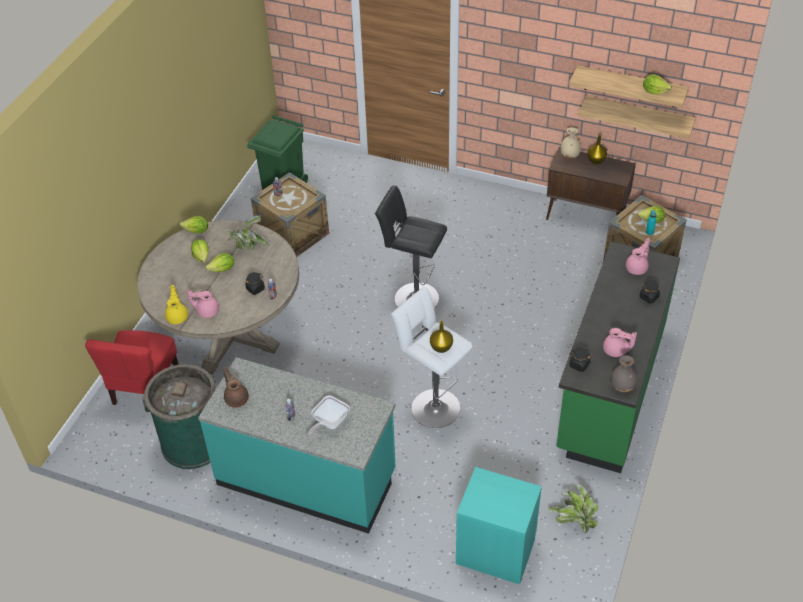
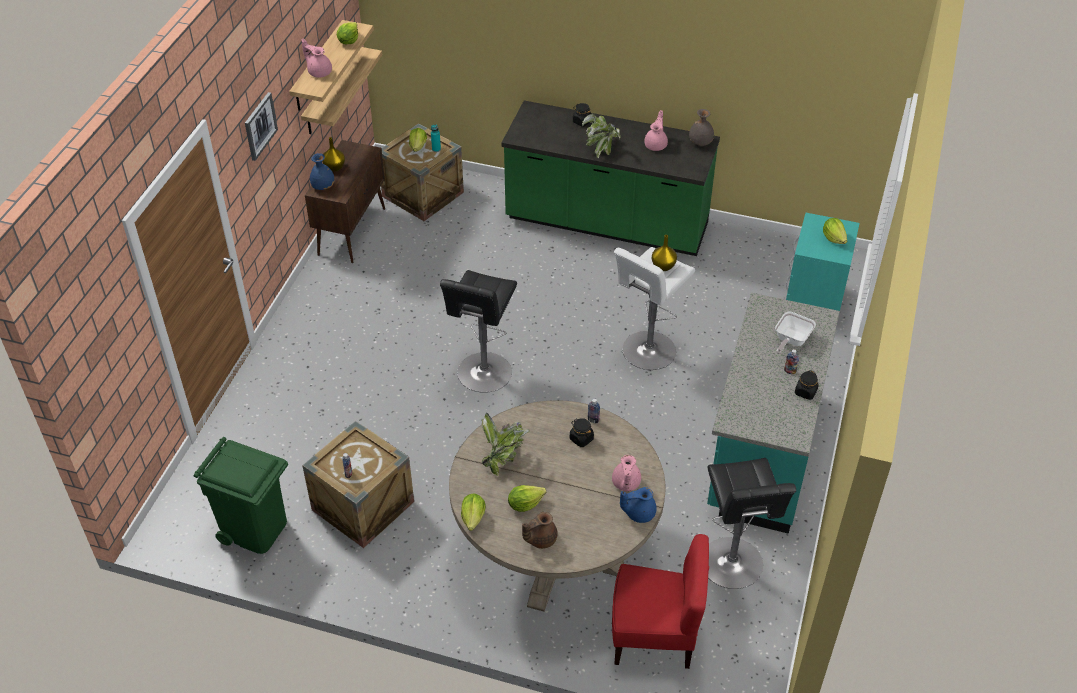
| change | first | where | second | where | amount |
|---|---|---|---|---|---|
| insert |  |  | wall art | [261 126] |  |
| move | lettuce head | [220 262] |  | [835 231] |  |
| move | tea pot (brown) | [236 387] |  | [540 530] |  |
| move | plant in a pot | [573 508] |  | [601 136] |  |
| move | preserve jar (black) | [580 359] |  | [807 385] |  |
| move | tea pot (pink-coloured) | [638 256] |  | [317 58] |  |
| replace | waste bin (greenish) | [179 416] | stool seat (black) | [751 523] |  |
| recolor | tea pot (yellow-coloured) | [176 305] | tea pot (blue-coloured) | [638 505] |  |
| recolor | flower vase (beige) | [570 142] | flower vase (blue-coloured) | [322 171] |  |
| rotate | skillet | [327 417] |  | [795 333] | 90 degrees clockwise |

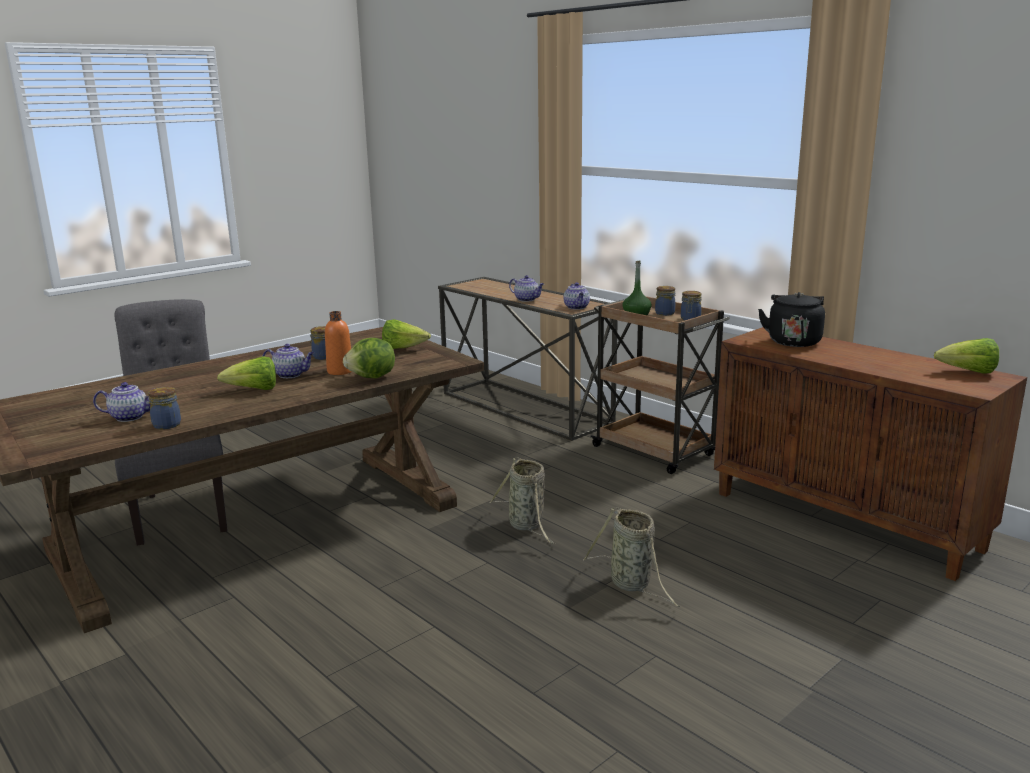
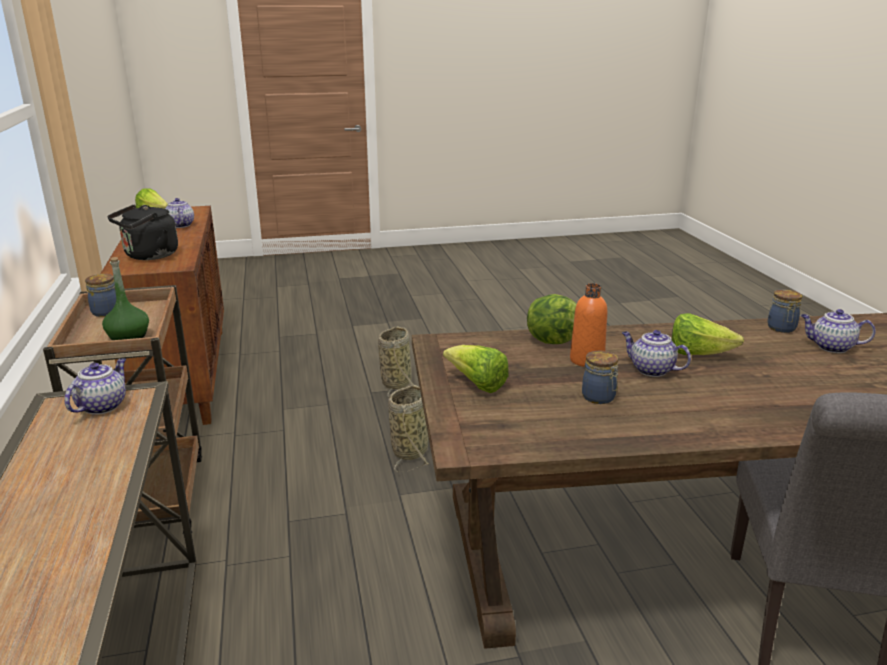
| change | first | where | second | where | amount |
|---|---|---|---|---|---|
| delete | preserve jar | [665 301] |  |  |  |
| move | tea pot | [526 288] |  | [179 213] |  |

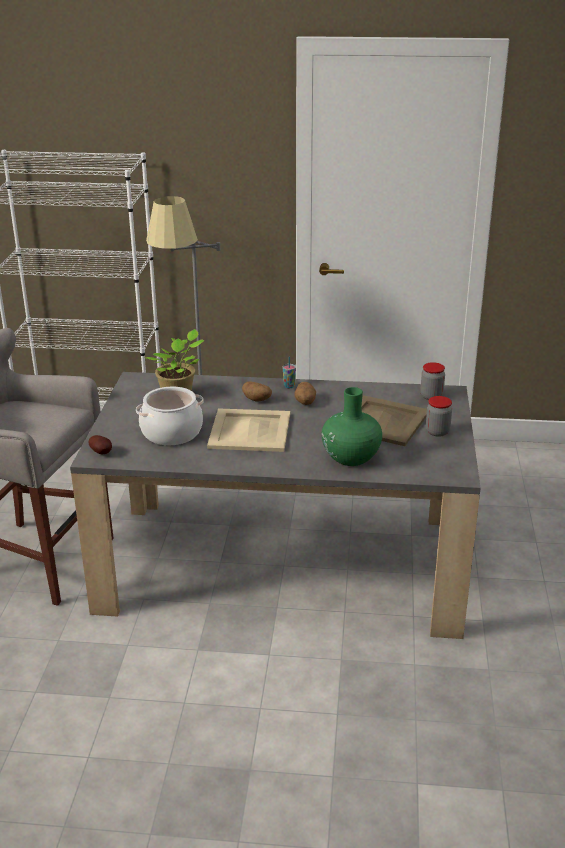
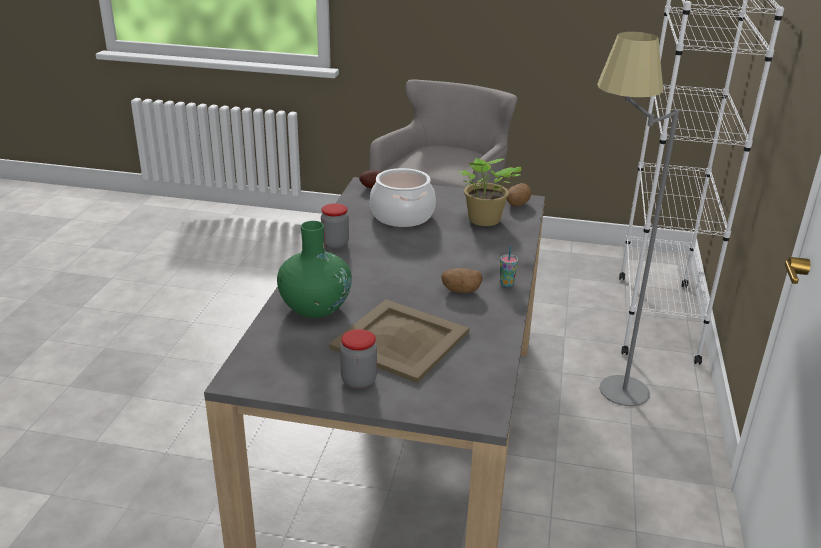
| change | first | where | second | where | amount |
|---|---|---|---|---|---|
| delete | tray (beige) | [248 430] |  |  |  |
| move | potato | [257 391] |  | [519 195] |  |
| move | preserve jar | [432 381] |  | [335 226] |  |

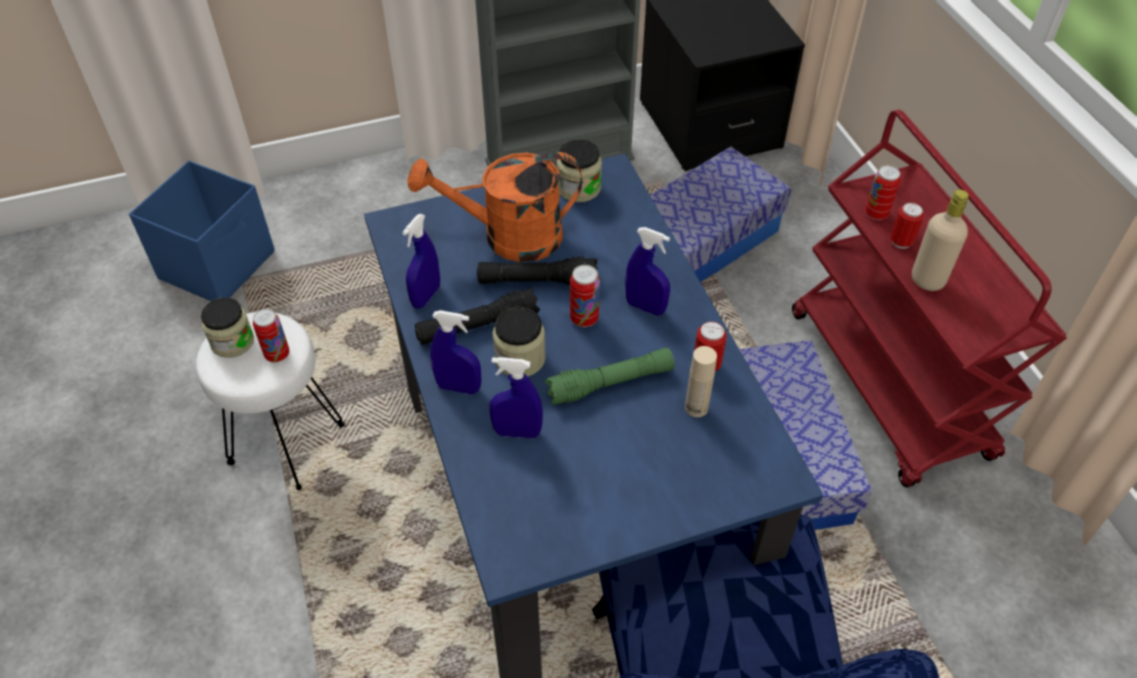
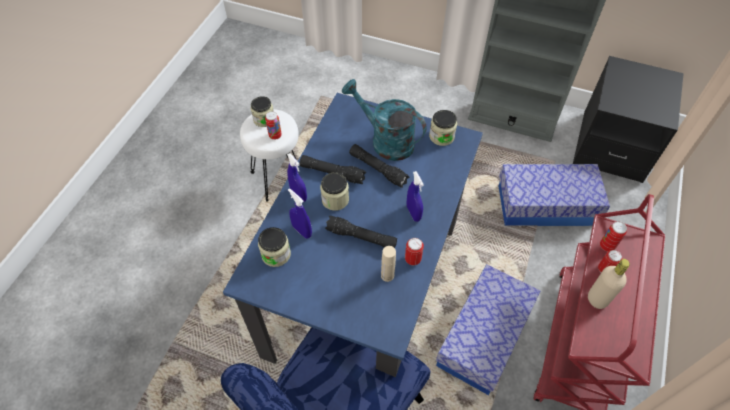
| change | first | where | second | where | amount |
|---|---|---|---|---|---|
| delete | storage box (blue-coloured) | [202 231] |  |  |  |
| delete | sprayer (blue-coloured) | [421 261] |  |  |  |
| delete | sealed can | [585 296] |  |  |  |
| insert |  |  | preserve jar | [274 247] |  |
| recolor | sprinkling can (orangey) | [494 207] | sprinkling can (blue-green) | [384 120] |  |
| recolor | flashlight (greenish) | [610 376] | flashlight (black) | [361 232] |  |

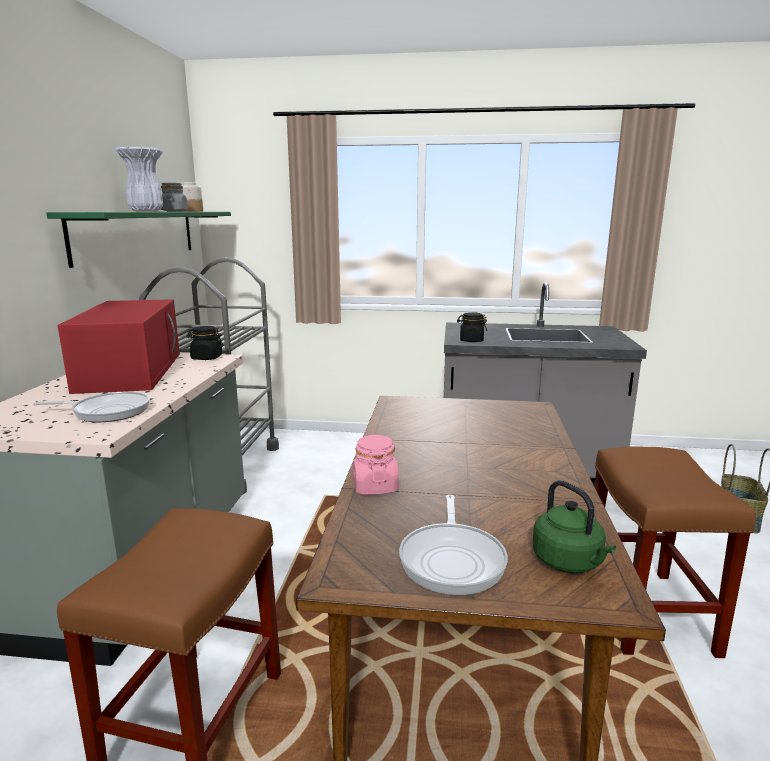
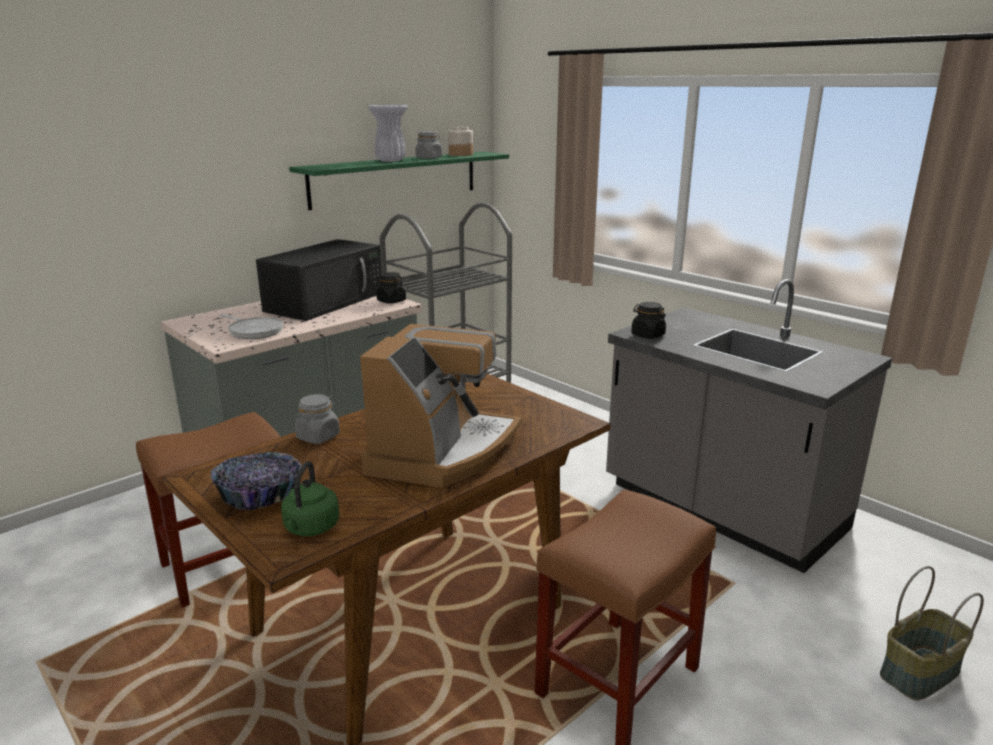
| change | first | where | second | where | amount |
|---|---|---|---|---|---|
| insert |  |  | coffee brewer | [441 406] |  |
| replace | skillet | [453 545] | bowl | [255 481] |  |
| recolor | microwave (red-coloured) | [119 346] | microwave (black) | [319 280] |  |
| recolor | preserve jar (pink-coloured) | [376 465] | preserve jar (greyish) | [317 419] |  |

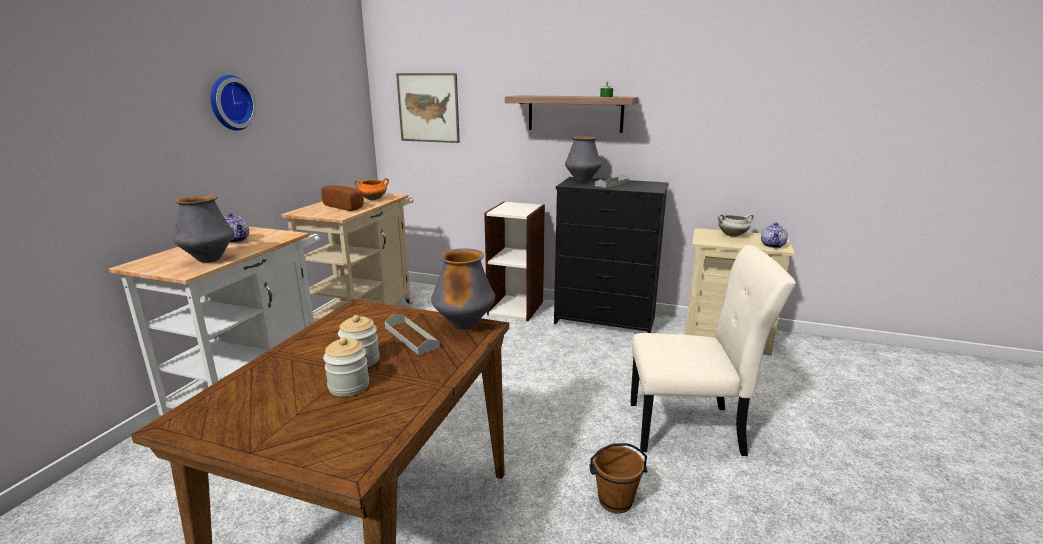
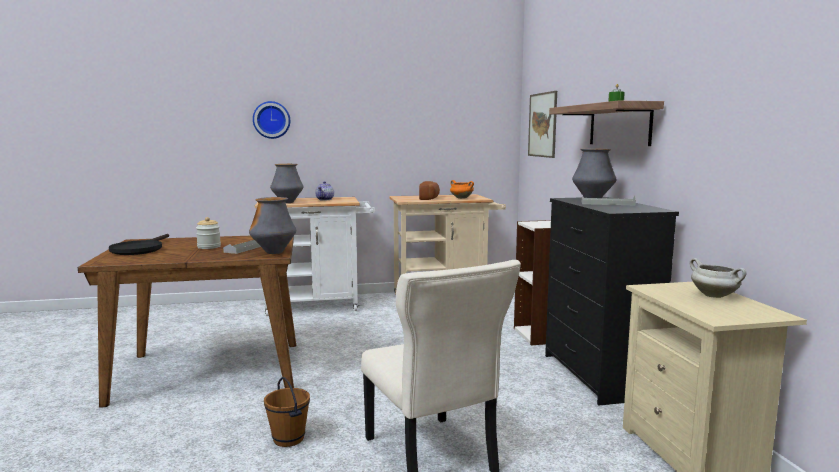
| change | first | where | second | where | amount |
|---|---|---|---|---|---|
| delete | preserve jar | [346 367] |  |  |  |
| delete | tea pot | [774 235] |  |  |  |
| insert |  |  | skillet (black) | [139 244] |  |
| move | wall clock | [233 103] |  | [271 120] |  |

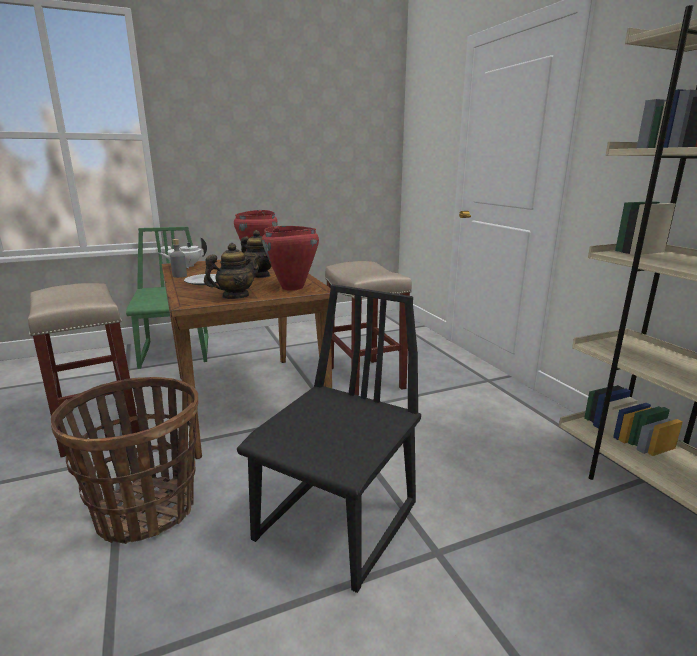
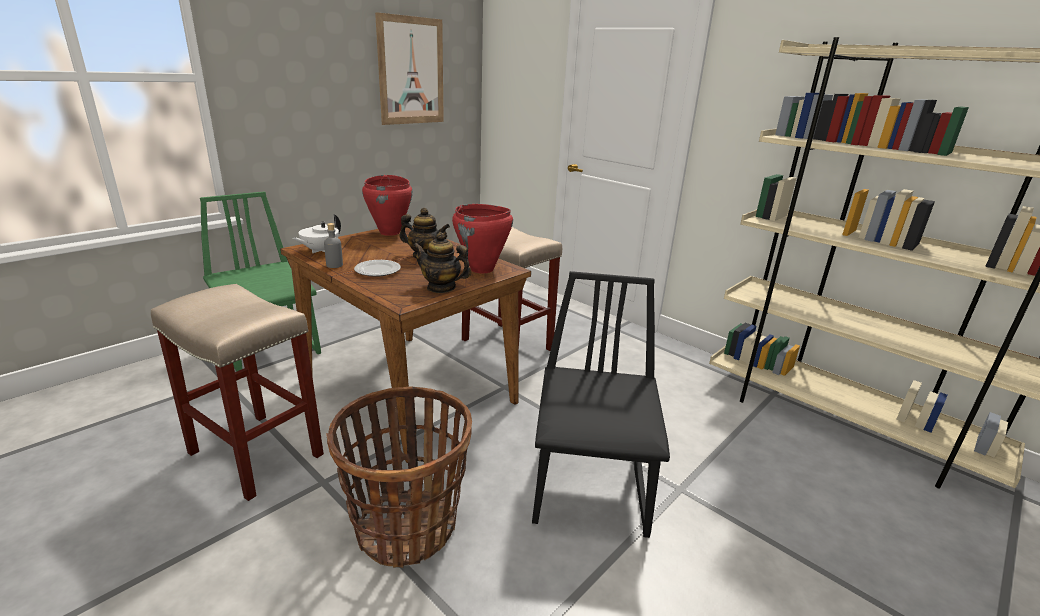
| change | first | where | second | where | amount |
|---|---|---|---|---|---|
| insert |  |  | wall art | [409 68] |  |
| rotate | tea pot | [232 271] |  | [442 262] | 105 degrees counterclockwise |

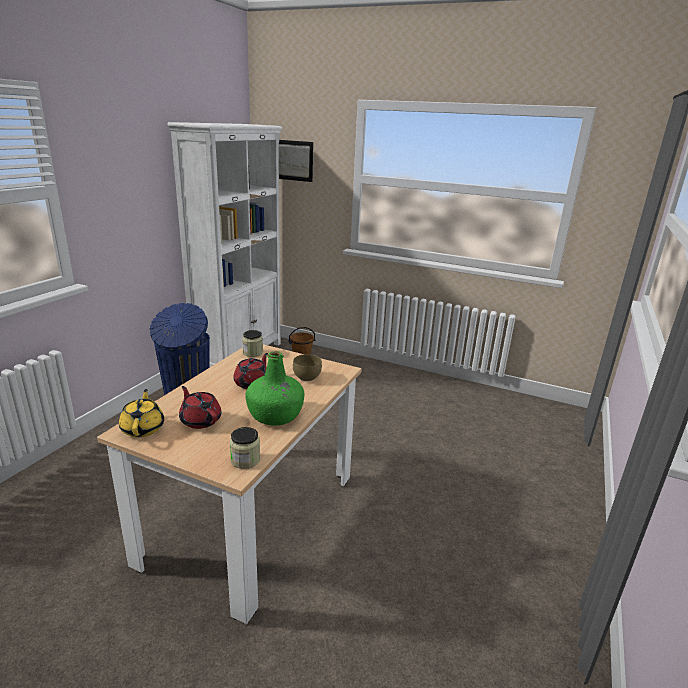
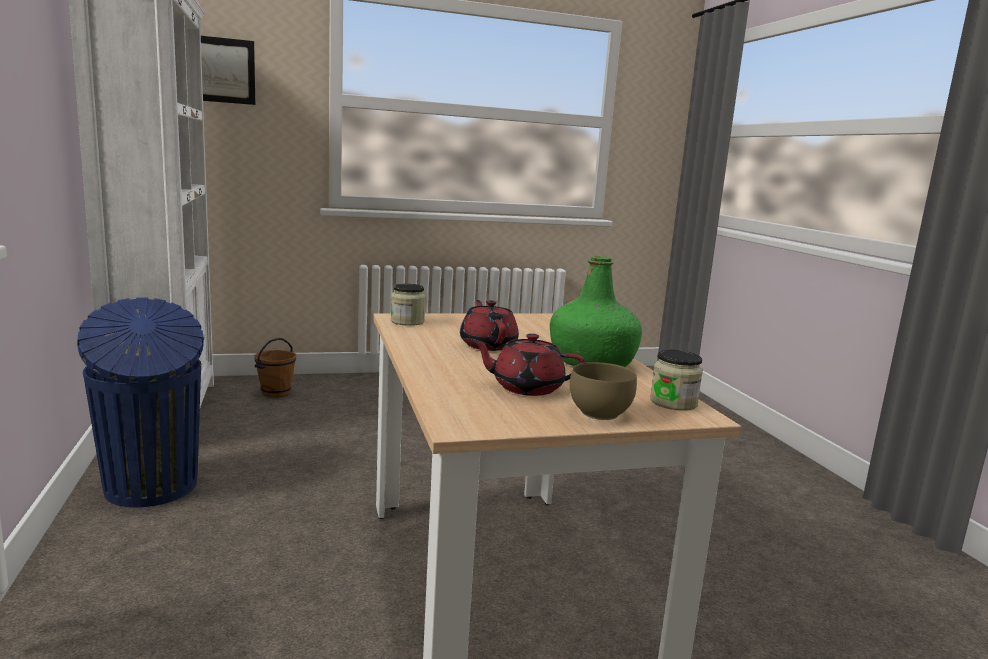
| change | first | where | second | where | amount |
|---|---|---|---|---|---|
| delete | tea pot (yellow-coloured) | [141 413] |  |  |  |
| move | bowl (brown) | [307 367] |  | [603 391] |  |

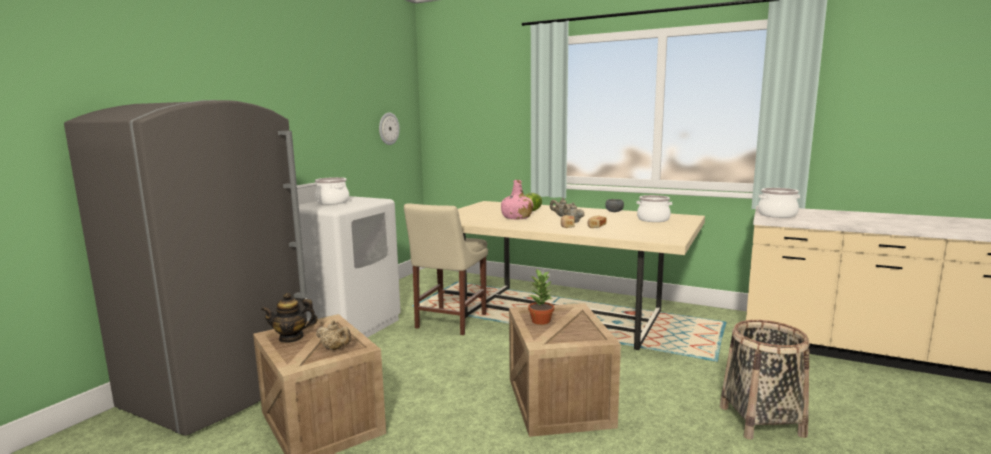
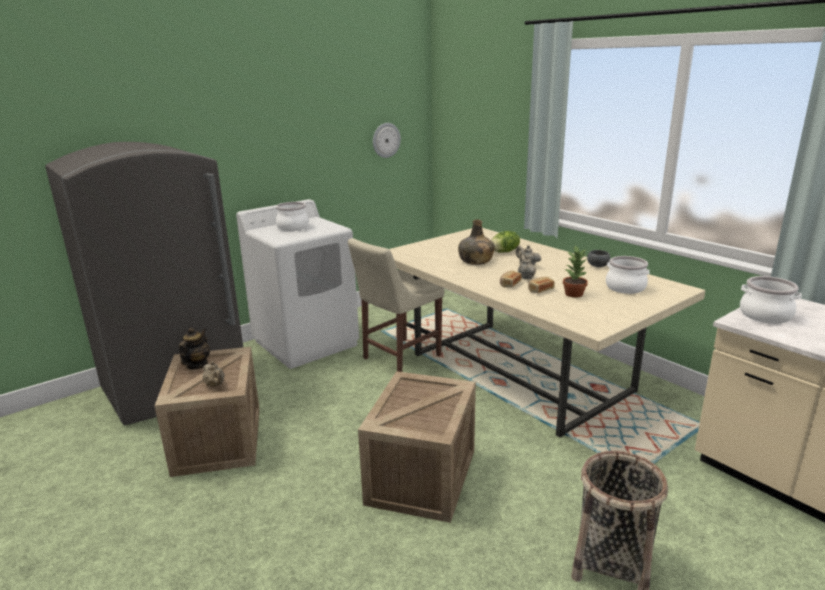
| change | first | where | second | where | amount |
|---|---|---|---|---|---|
| move | plant in a pot | [541 296] |  | [575 271] |  |
| recolor | drink bottle (pink-coloured) | [517 200] | drink bottle (greenish) | [476 242] |  |
| rotate | tea pot | [289 318] |  | [194 348] | 90 degrees clockwise |

